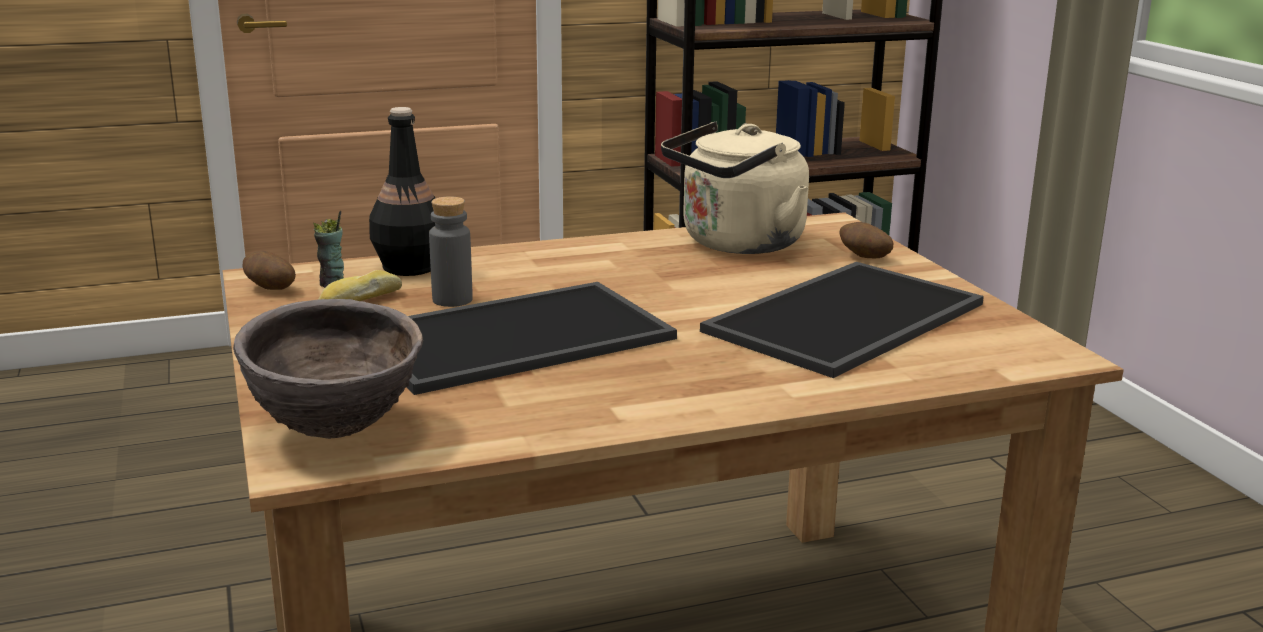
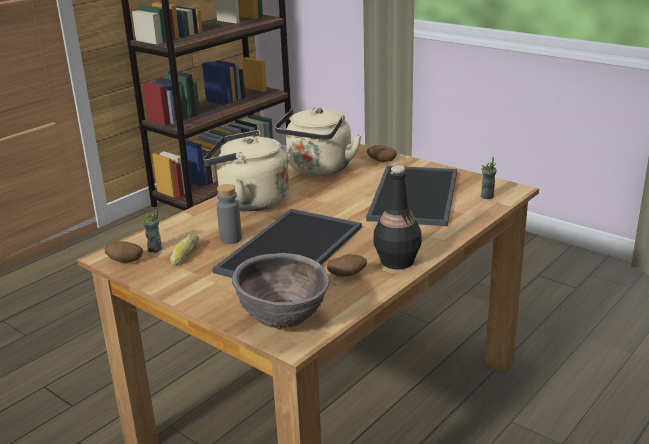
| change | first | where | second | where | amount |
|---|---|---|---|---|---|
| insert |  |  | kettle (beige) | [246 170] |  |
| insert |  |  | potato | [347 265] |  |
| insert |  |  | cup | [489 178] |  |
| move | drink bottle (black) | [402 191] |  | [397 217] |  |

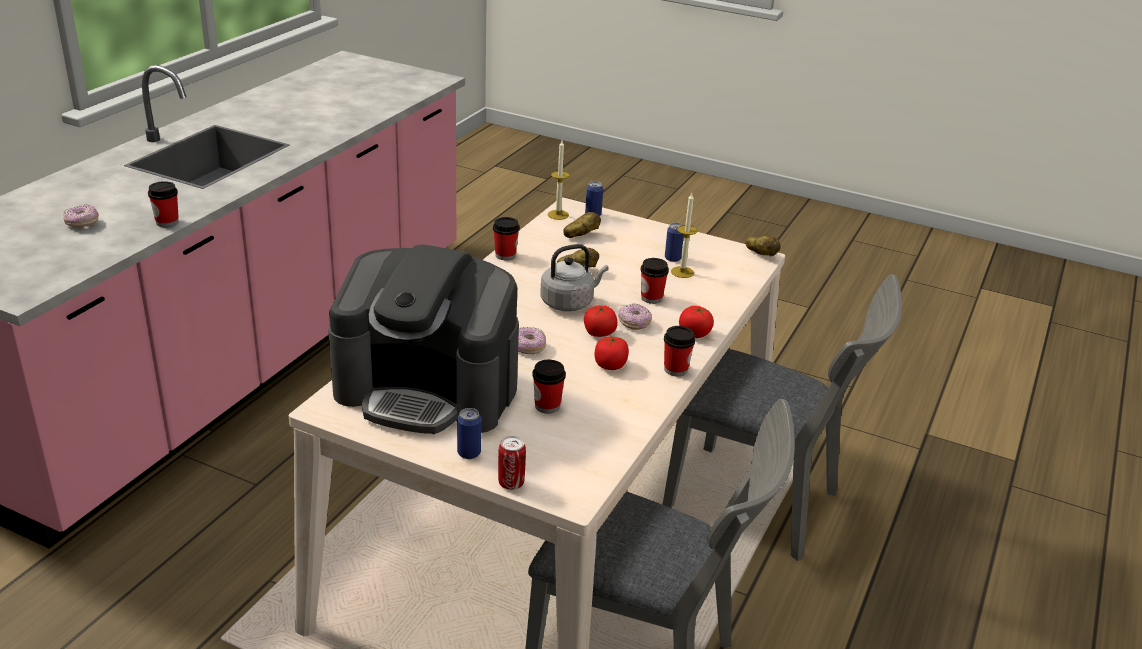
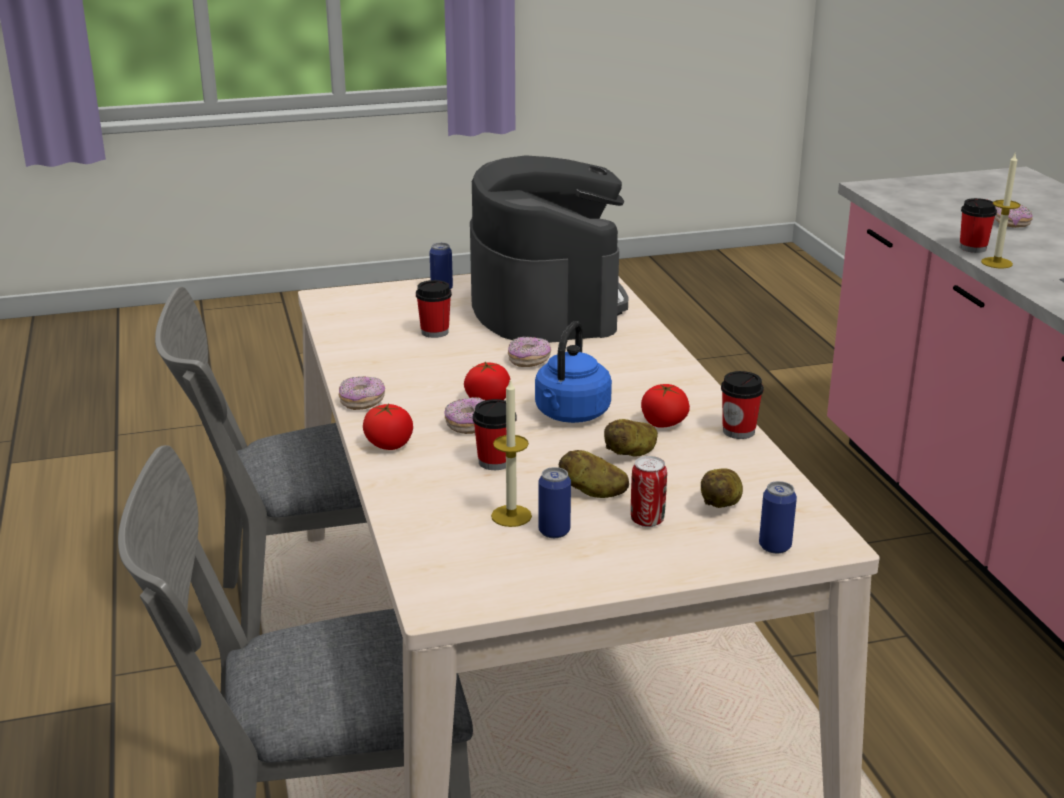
| change | first | where | second | where | amount |
|---|---|---|---|---|---|
| move | sealed can | [512 463] |  | [649 491] |  |
| move | candle | [558 180] |  | [1000 211] |  |
| move | tomato | [612 353] |  | [665 406] |  |
| move | potato | [763 246] |  | [594 474] |  |
| replace | cup | [679 351] | doughnut | [362 393] |  |
| recolor | kettle (greyish) | [574 277] | kettle (blue-coloured) | [573 372] |  |
| rotate | coffee brewer | [423 339] |  | [549 249] | 105 degrees clockwise |

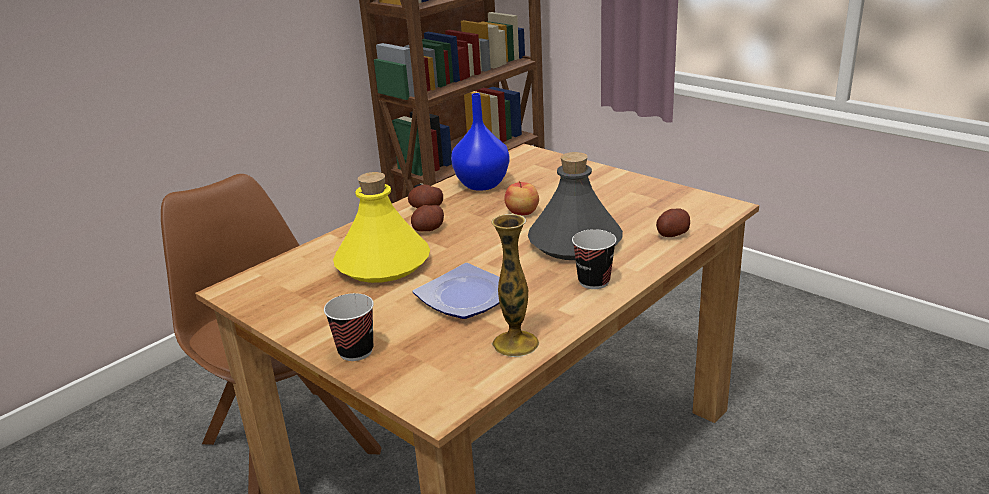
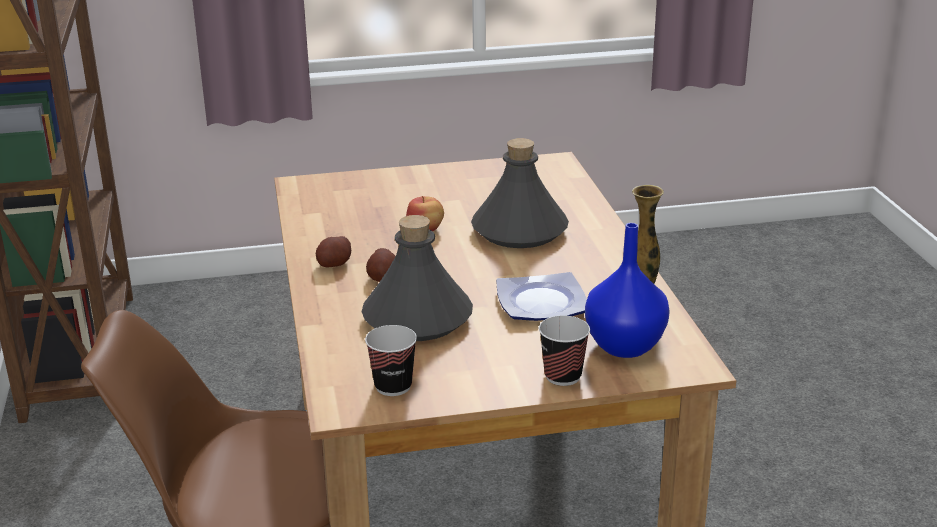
| change | first | where | second | where | amount |
|---|---|---|---|---|---|
| delete | potato | [673 223] |  |  |  |
| move | flower vase (blue-coloured) | [480 142] |  | [627 290] |  |
| move | cup | [594 259] |  | [391 360] |  |
| recolor | drink bottle (yellow-coloured) | [381 227] | drink bottle (greyish) | [417 278] |  |

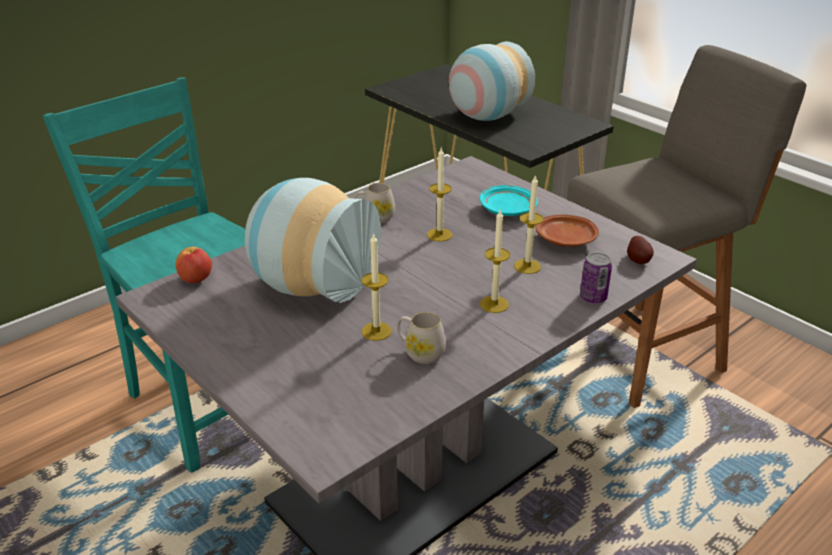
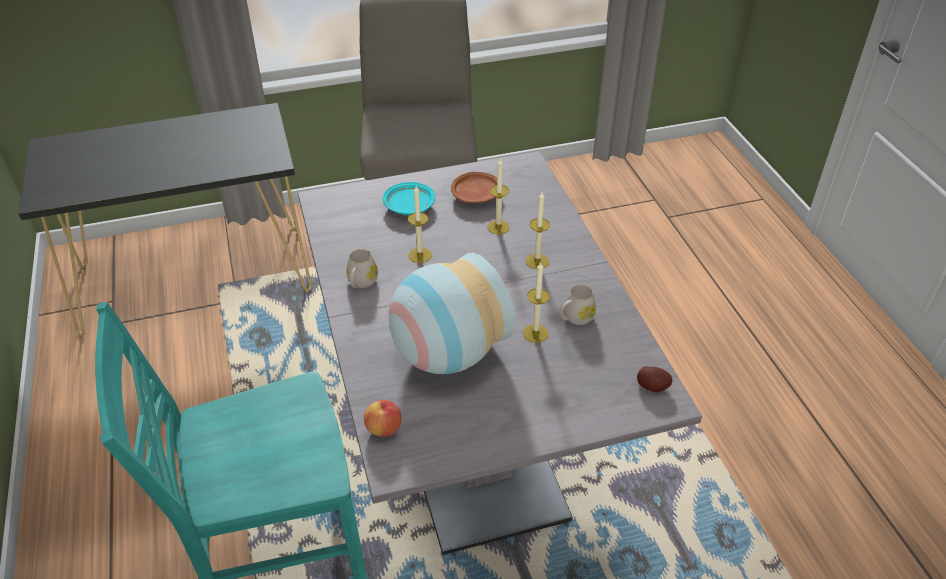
| change | first | where | second | where | amount |
|---|---|---|---|---|---|
| delete | flower vase | [492 81] |  |  |  |
| delete | sealed can | [596 277] |  |  |  |
| move | potato | [640 250] |  | [654 379] |  |

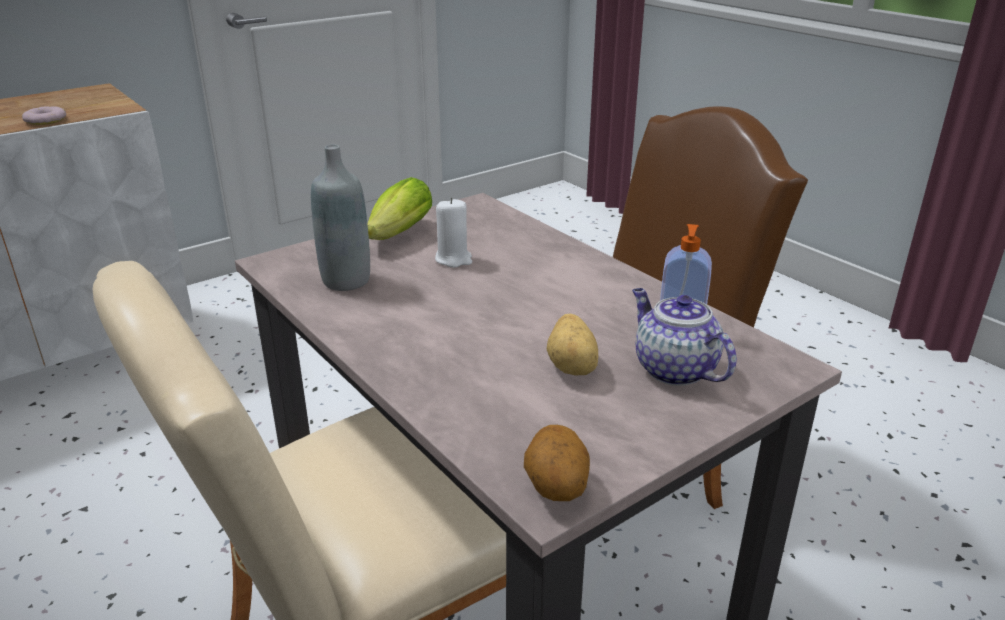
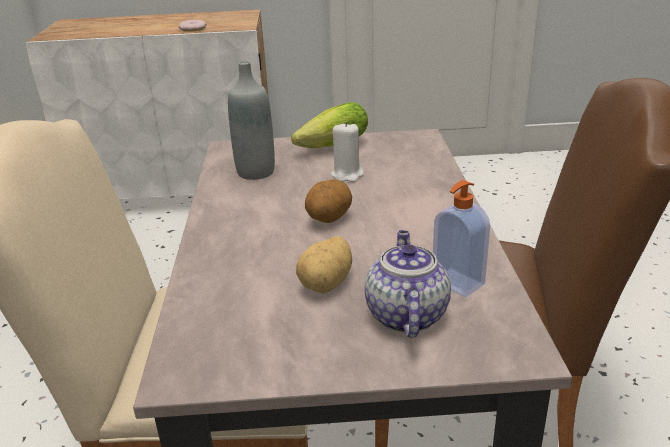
| change | first | where | second | where | amount |
|---|---|---|---|---|---|
| move | potato | [557 463] |  | [328 201] |  |

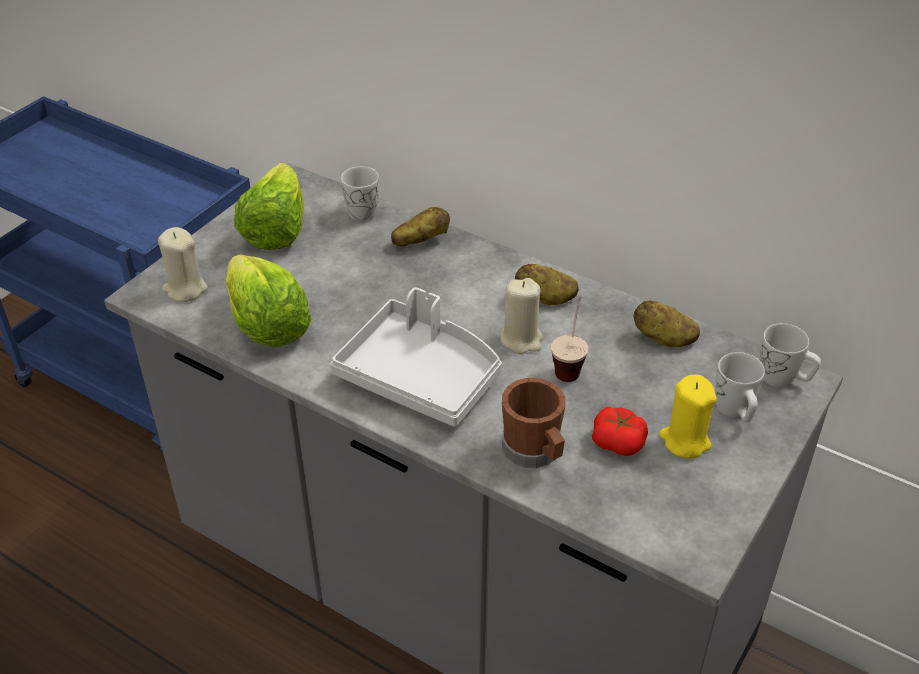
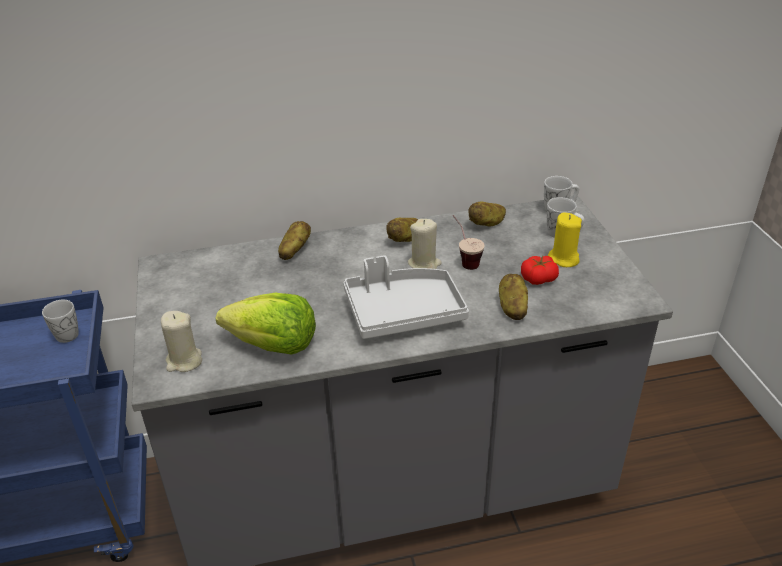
| change | first | where | second | where | amount |
|---|---|---|---|---|---|
| delete | lettuce head | [269 206] |  |  |  |
| move | tea mug (white-coloured) | [360 193] |  | [60 321] |  |
| replace | tea mug (brown) | [533 423] | potato | [513 297] |  |

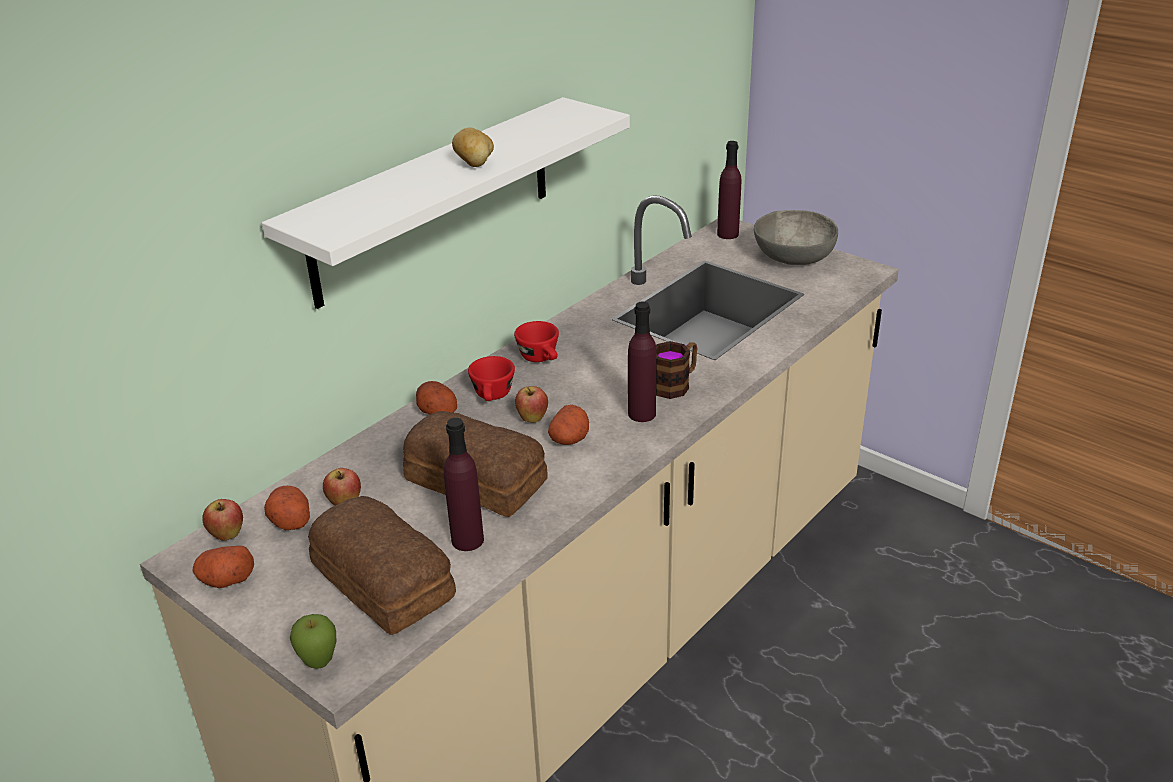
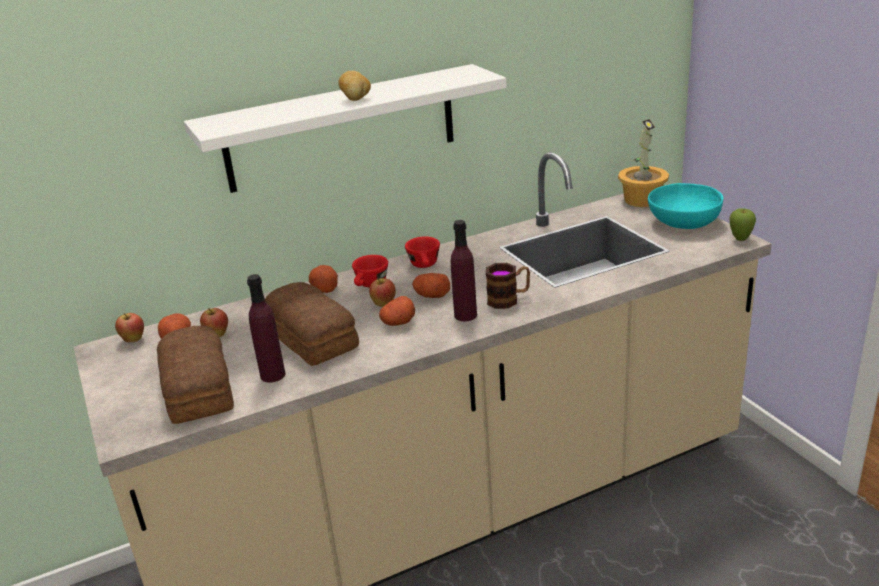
| change | first | where | second | where | amount |
|---|---|---|---|---|---|
| move | potato | [223 567] |  | [431 285] |  |
| move | apple fruit | [313 641] |  | [742 224] |  |
| replace | drink bottle (purple) | [729 190] | plant in a pot | [643 163] |  |
| recolor | bowl (greyish) | [796 237] | bowl (blue-green) | [685 206] |  |

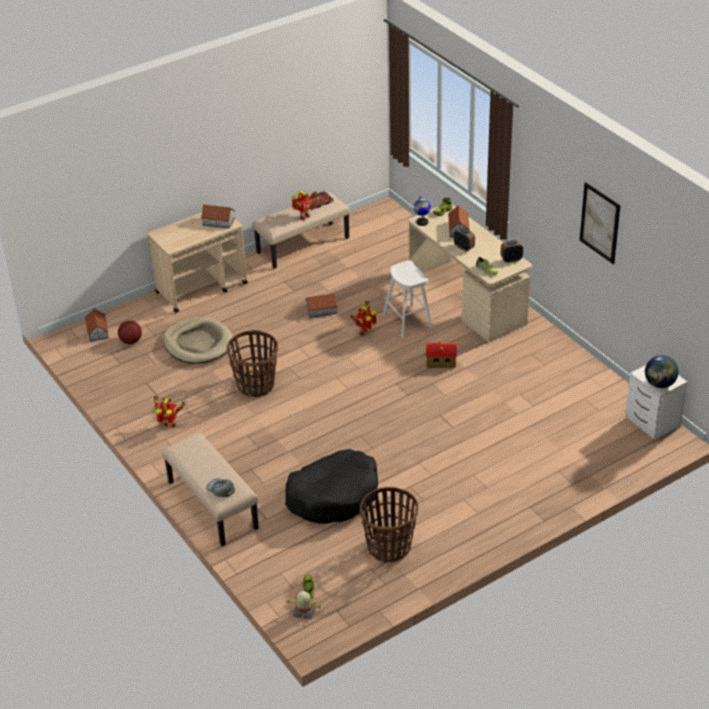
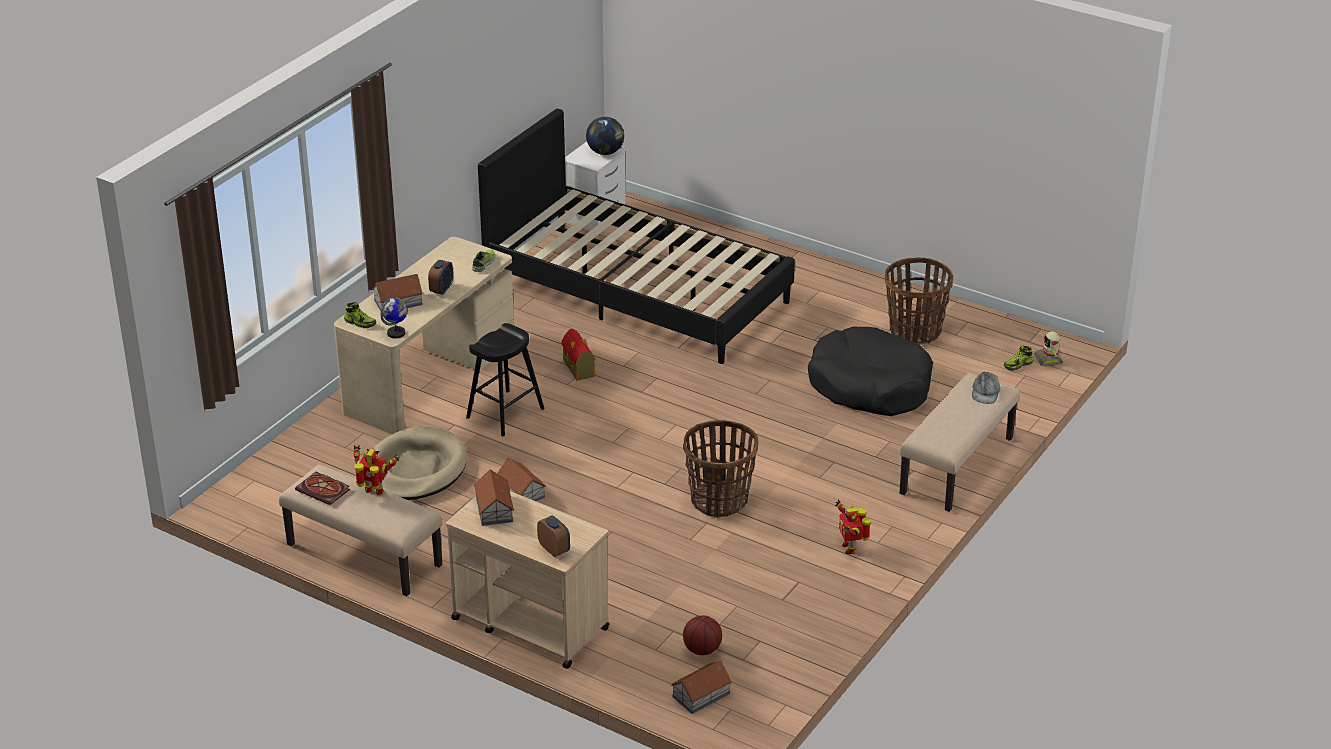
| change | first | where | second | where | amount |
|---|---|---|---|---|---|
| delete | toy robot | [364 318] |  |  |  |
| delete | wall art | [600 223] |  |  |  |
| insert |  |  | sleeping bed (black) | [636 236] |  |
| move | dog bed (beige) | [198 340] |  | [419 463] |  |
| move | bedside clock | [512 251] |  | [553 536] |  |
| recolor | stool seat (white-coloured) | [408 299] | stool seat (black) | [505 379] |  |

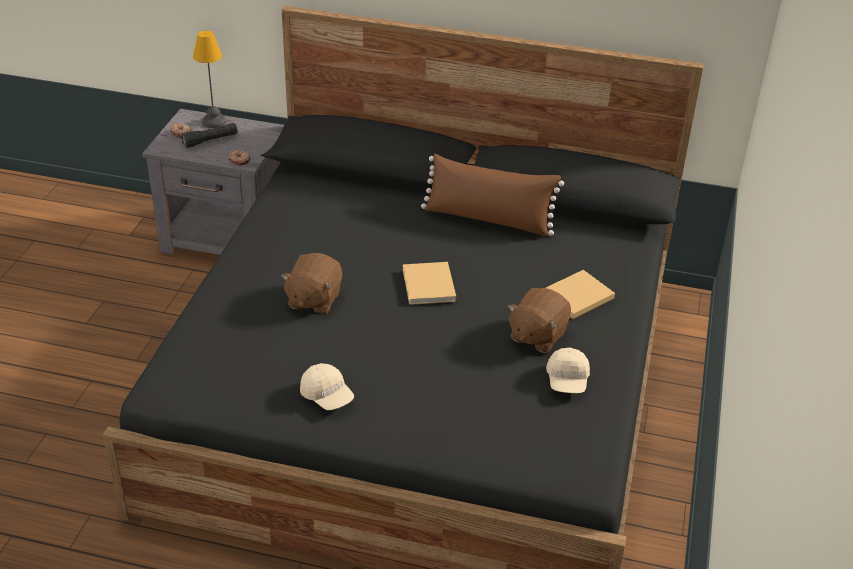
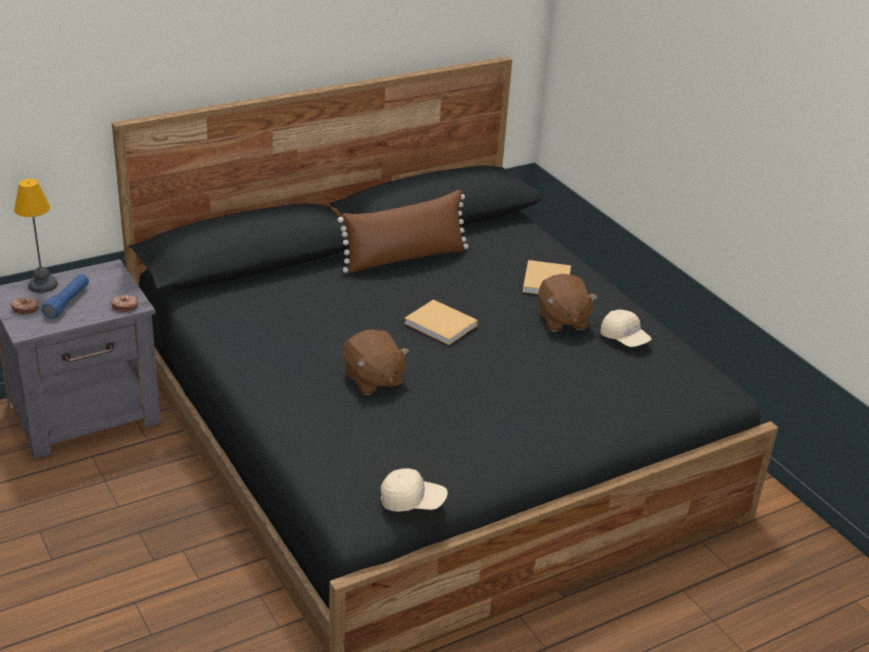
| change | first | where | second | where | amount |
|---|---|---|---|---|---|
| move | peaked cap (beige) | [327 386] |  | [414 490] |  |
| recolor | flashlight (black) | [209 135] | flashlight (blue-coloured) | [65 296] |  |

